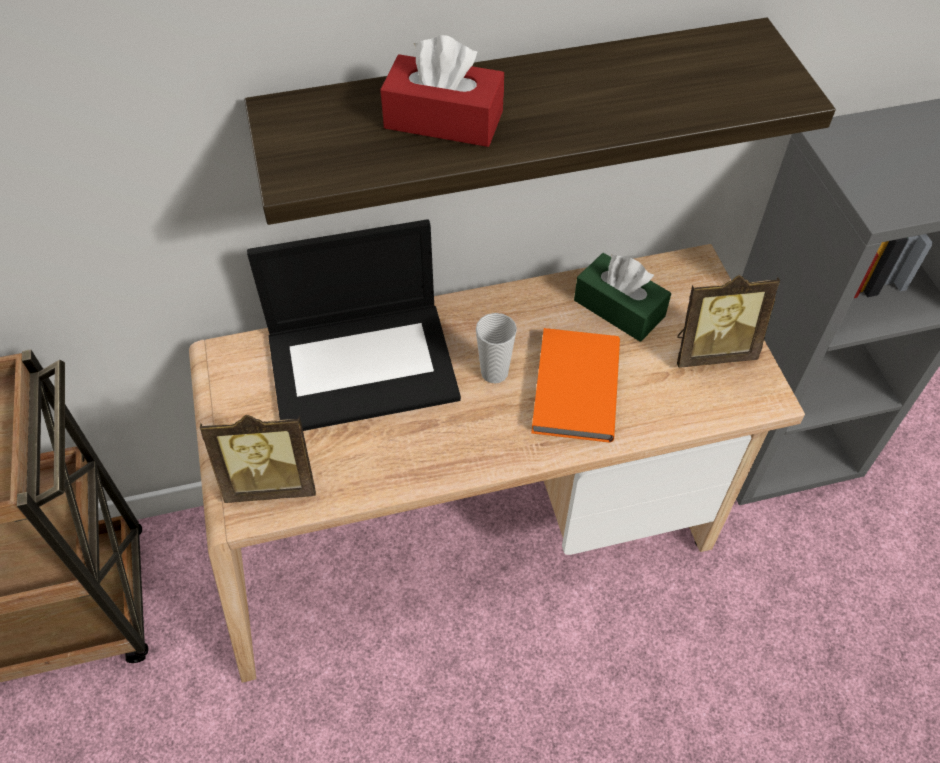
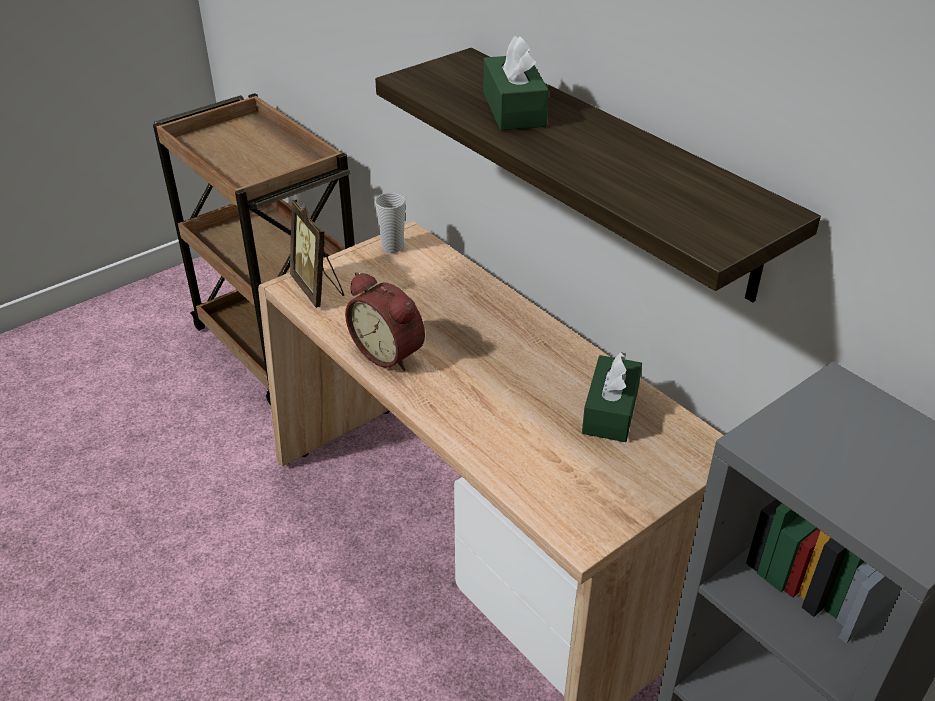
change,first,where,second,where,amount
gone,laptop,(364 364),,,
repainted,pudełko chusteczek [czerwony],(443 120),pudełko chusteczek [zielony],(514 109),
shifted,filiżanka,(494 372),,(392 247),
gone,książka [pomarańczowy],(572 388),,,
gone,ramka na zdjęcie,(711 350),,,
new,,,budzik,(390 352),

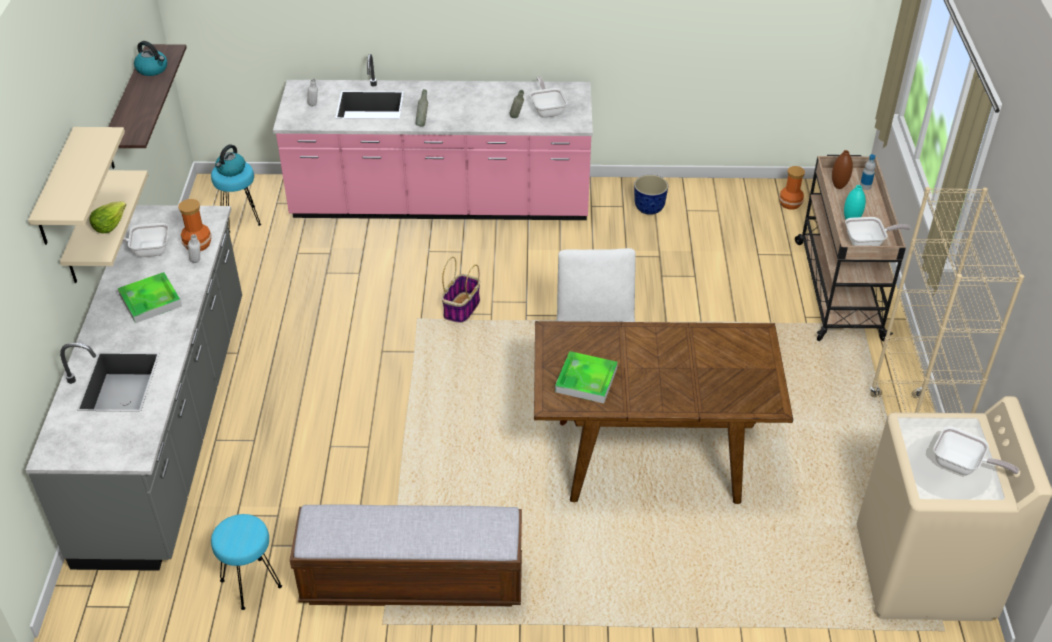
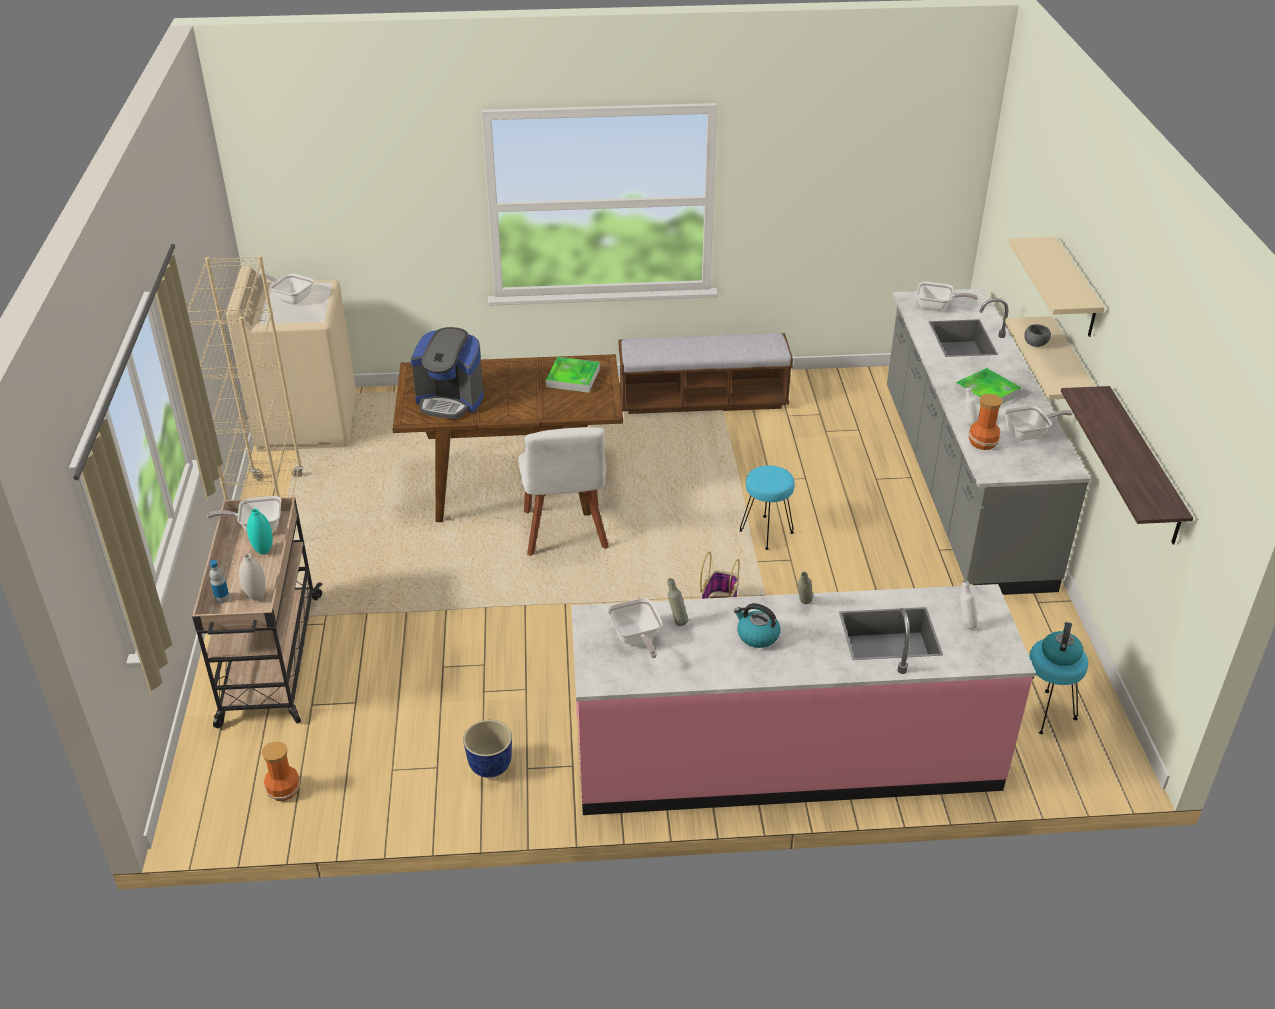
change,first,where,second,where,amount
swapped,sałata,(109 225),miska [szary],(1036 344),
shifted,czajnik,(153 69),,(757 636),
shifted,stołek [turkusowy],(251 583),,(766 533),
repainted,wazon [brązowy],(838 186),wazon [biały],(256 596),
new,,,ekspres do kawy,(450 401),
new,,,patelnia,(937 307),

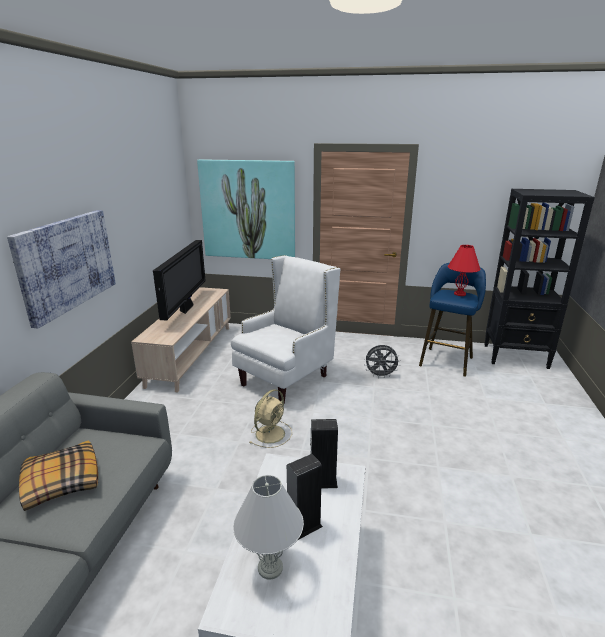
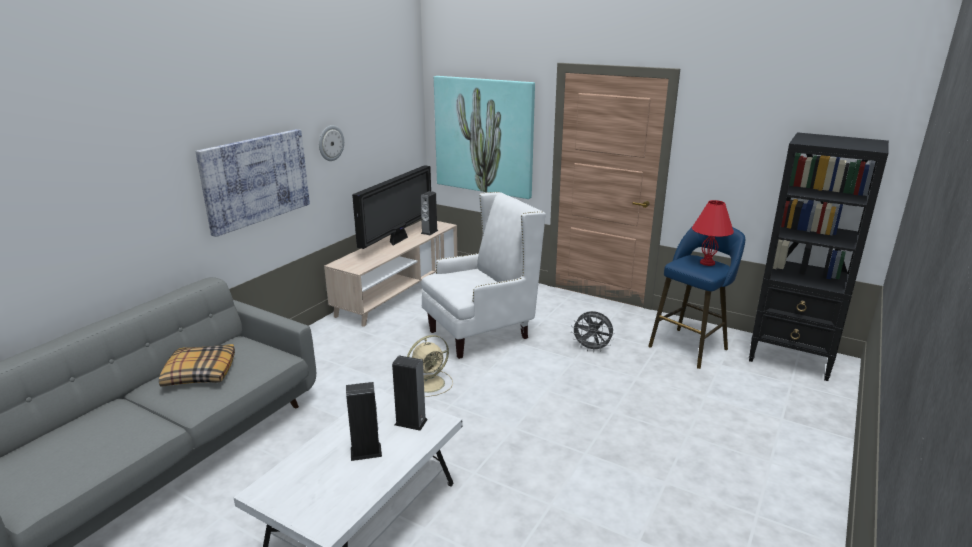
change,first,where,second,where,amount
gone,lampa stołowa [biały],(269 568),,,
new,,,zegar ścienny,(330 143),
new,,,głośnik,(429 232),

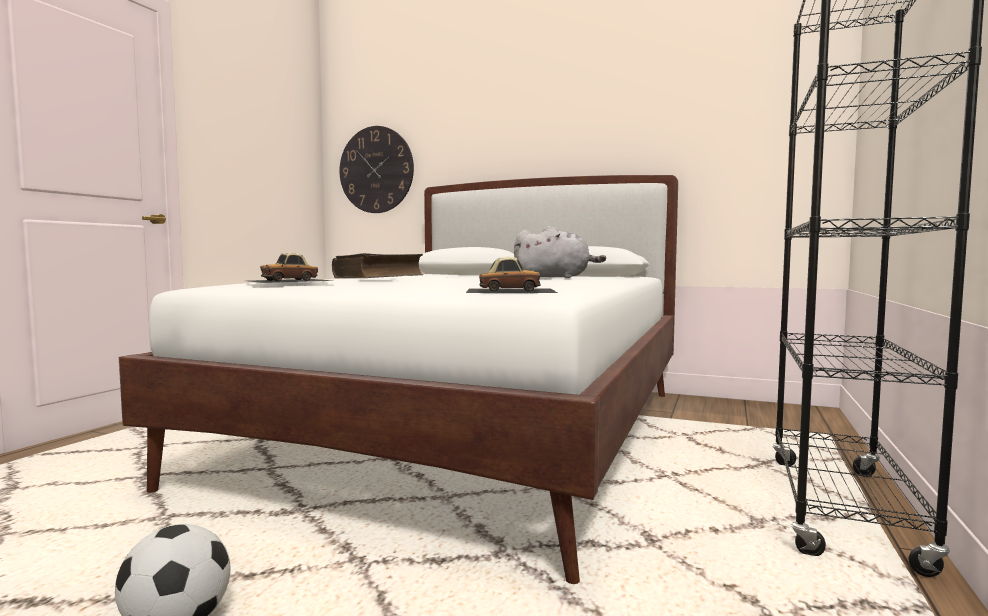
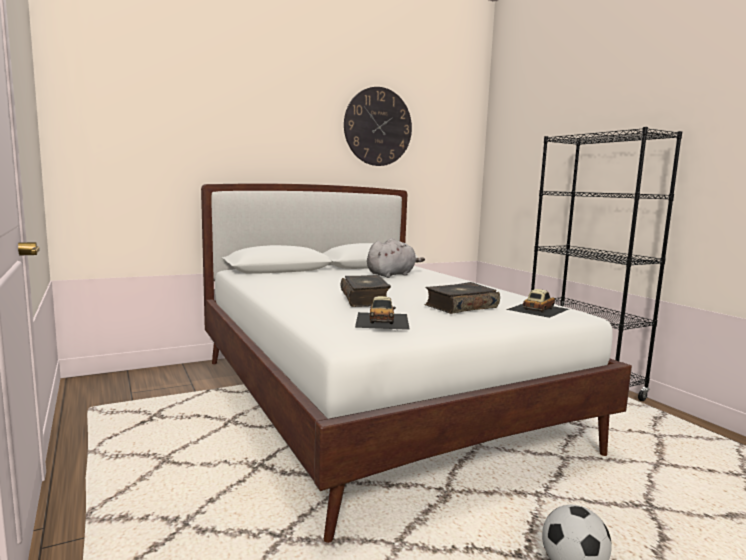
change,first,where,second,where,amount
shifted,zegar ścienny,(376 170),,(378 127),
new,,,książka,(460 307),

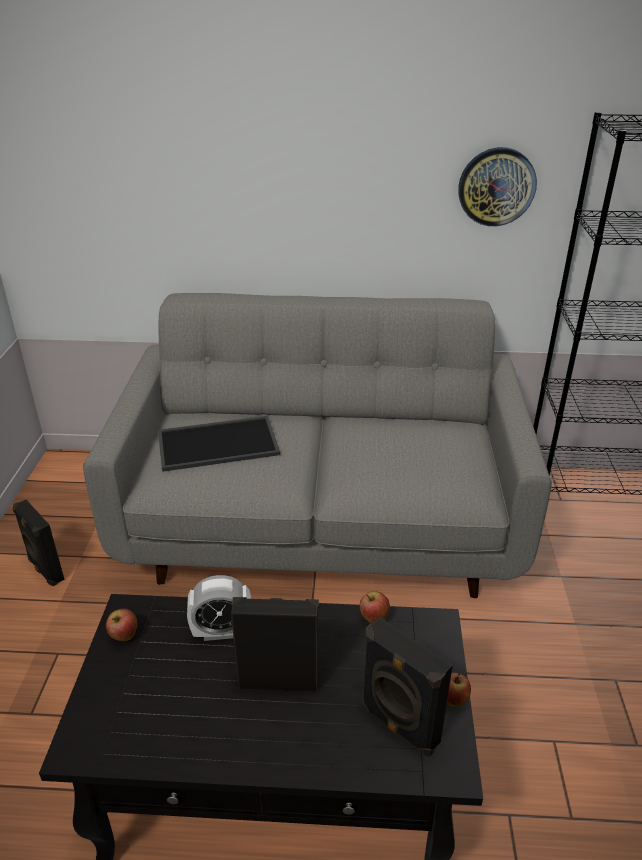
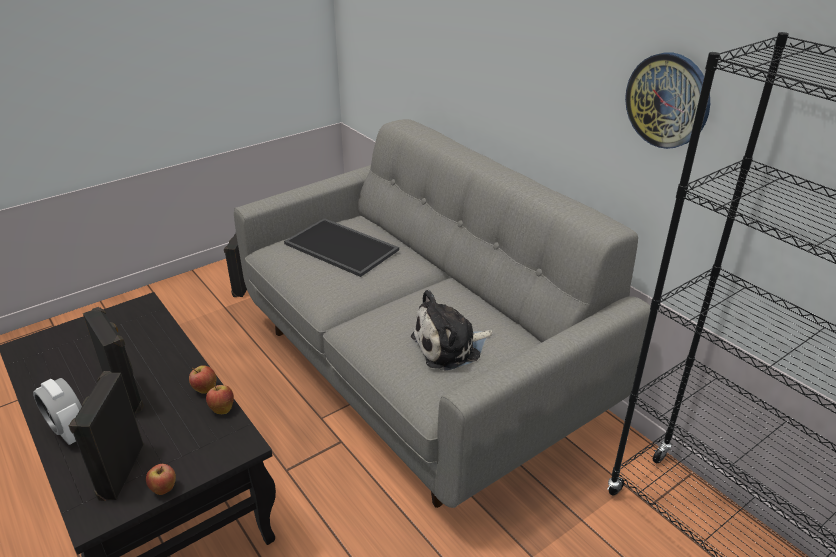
change,first,where,second,where,amount
shifted,jabłko,(124 636),,(205 389),
shifted,budzik,(222 631),,(69 432),
new,,,pluszak,(450 346),

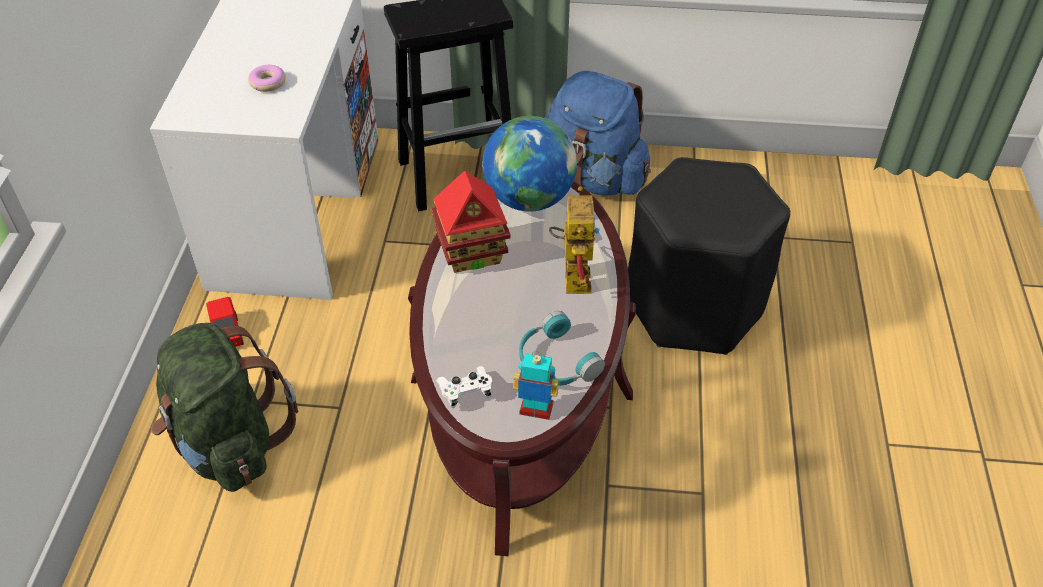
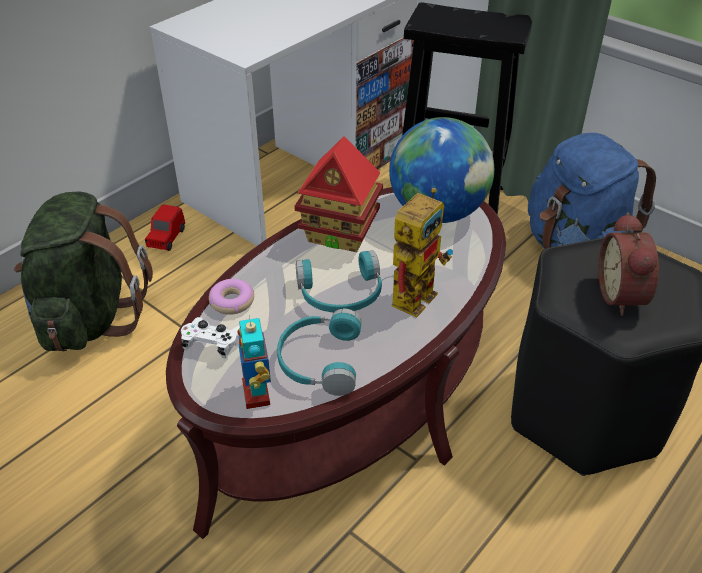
change,first,where,second,where,amount
shifted,donut,(267 83),,(232 301),
rotated,robot zabawkowy,(536 410),,(257 393),150 degrees counterclockwise
new,,,słuchawki [turkusowy],(341 295),
new,,,budzik,(623 295),

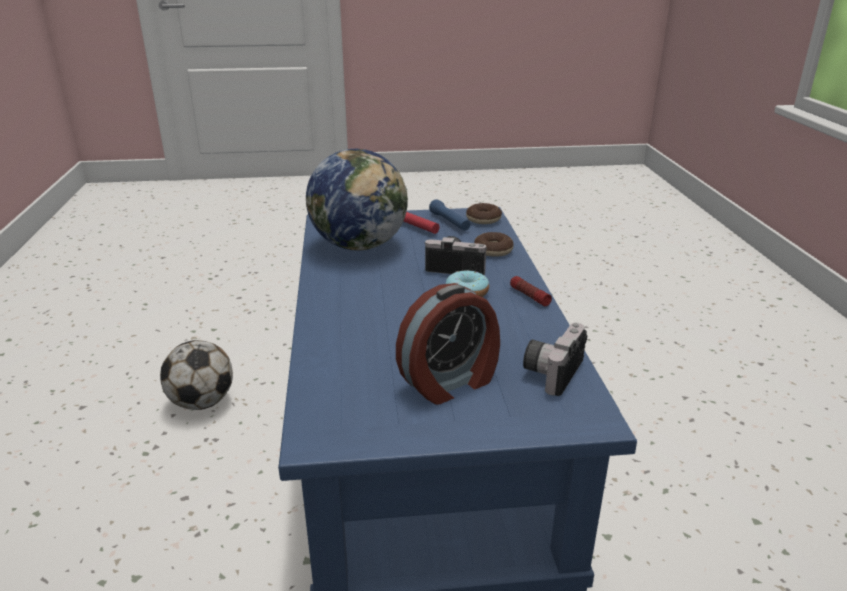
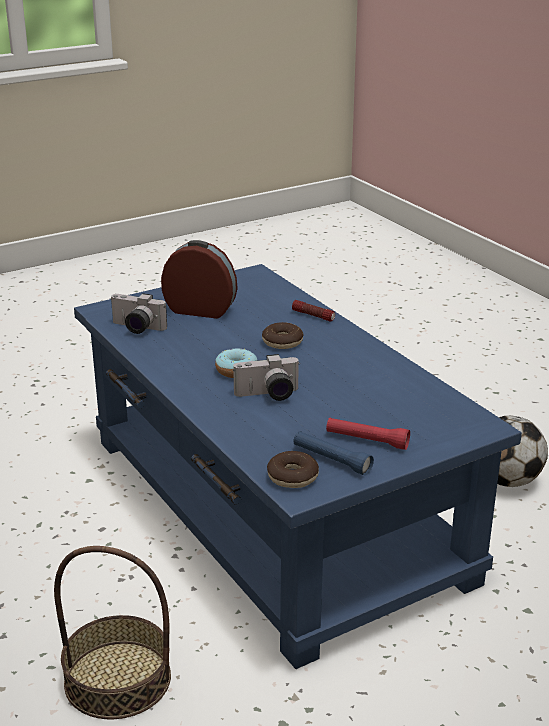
change,first,where,second,where,amount
gone,globus,(360 245),,,
rotated,budzik,(450 382),,(201 309),75 degrees clockwise
shifted,donut,(493 250),,(282 342),
shifted,latarka,(529 296),,(313 316),
rotated,aparat fotograficzny,(551 371),,(136 328),105 degrees clockwise
new,,,koszyk,(117 679),

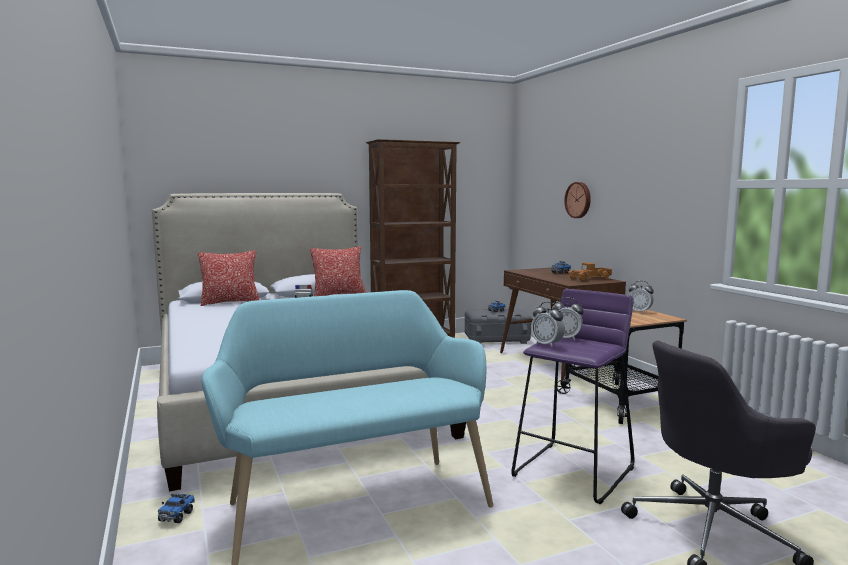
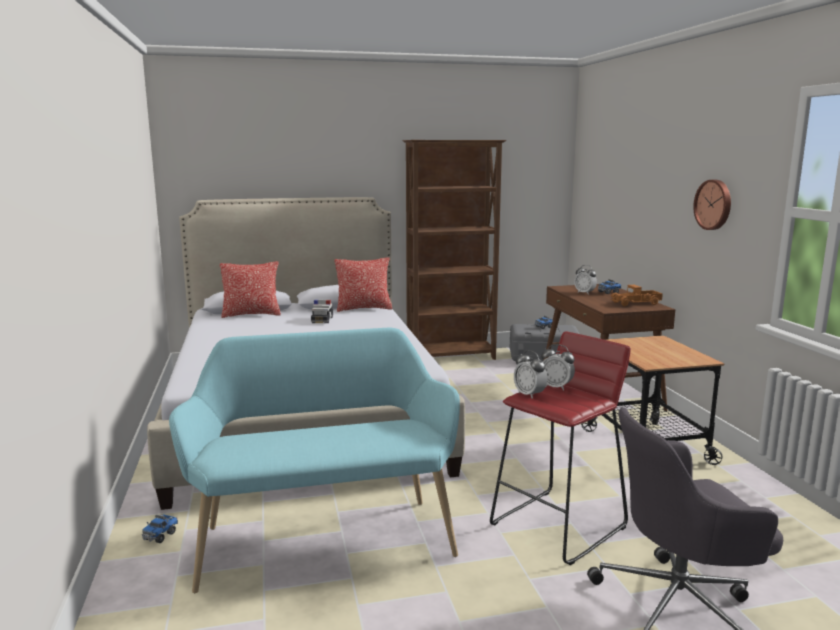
change,first,where,second,where,amount
repainted,stołek [fioletowy],(574 471),stołek [czerwony],(559 525),
shifted,zegar ścienny,(579 200),,(714 204),
shifted,budzik,(639 312),,(584 293),

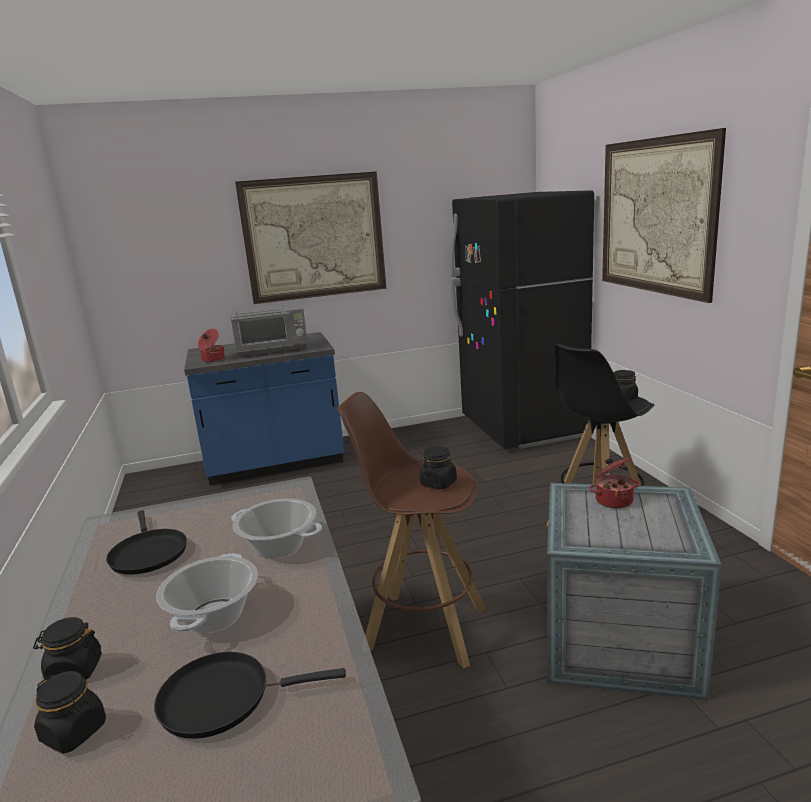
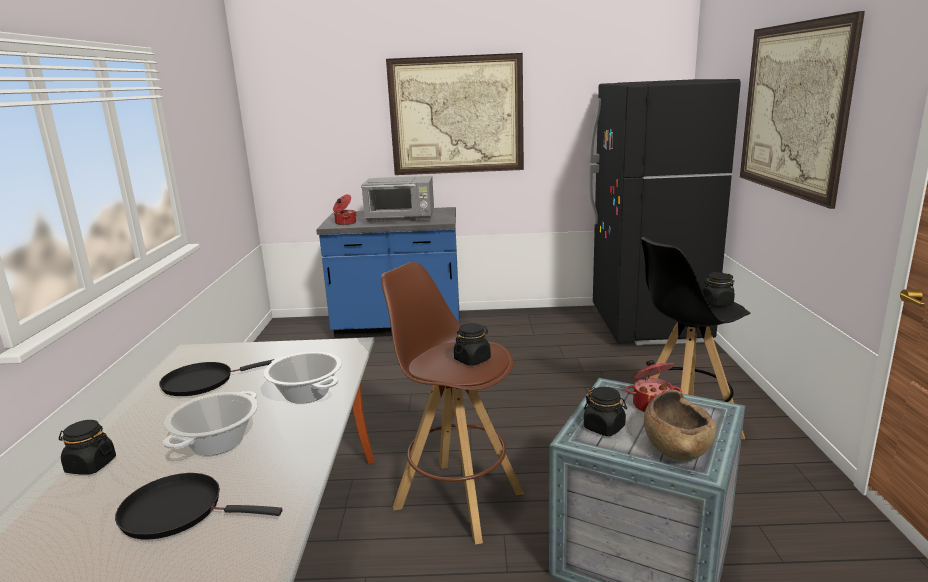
change,first,where,second,where,amount
shifted,słoik [czarny],(74 732),,(604 427),
rotated,patelnia [czarny],(148 553),,(203 382),75 degrees clockwise
new,,,miska [brązowy],(677 444),

